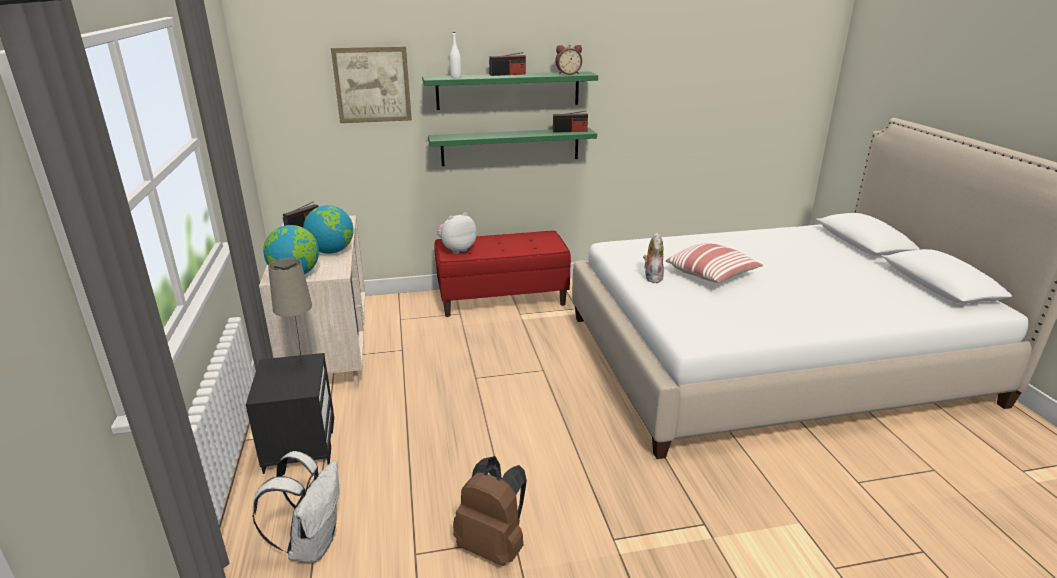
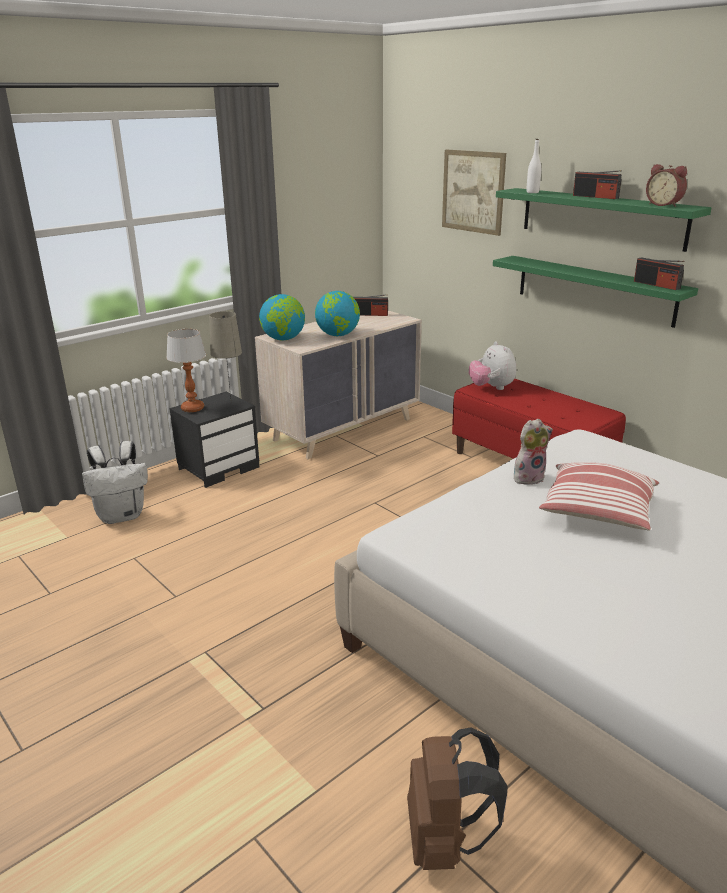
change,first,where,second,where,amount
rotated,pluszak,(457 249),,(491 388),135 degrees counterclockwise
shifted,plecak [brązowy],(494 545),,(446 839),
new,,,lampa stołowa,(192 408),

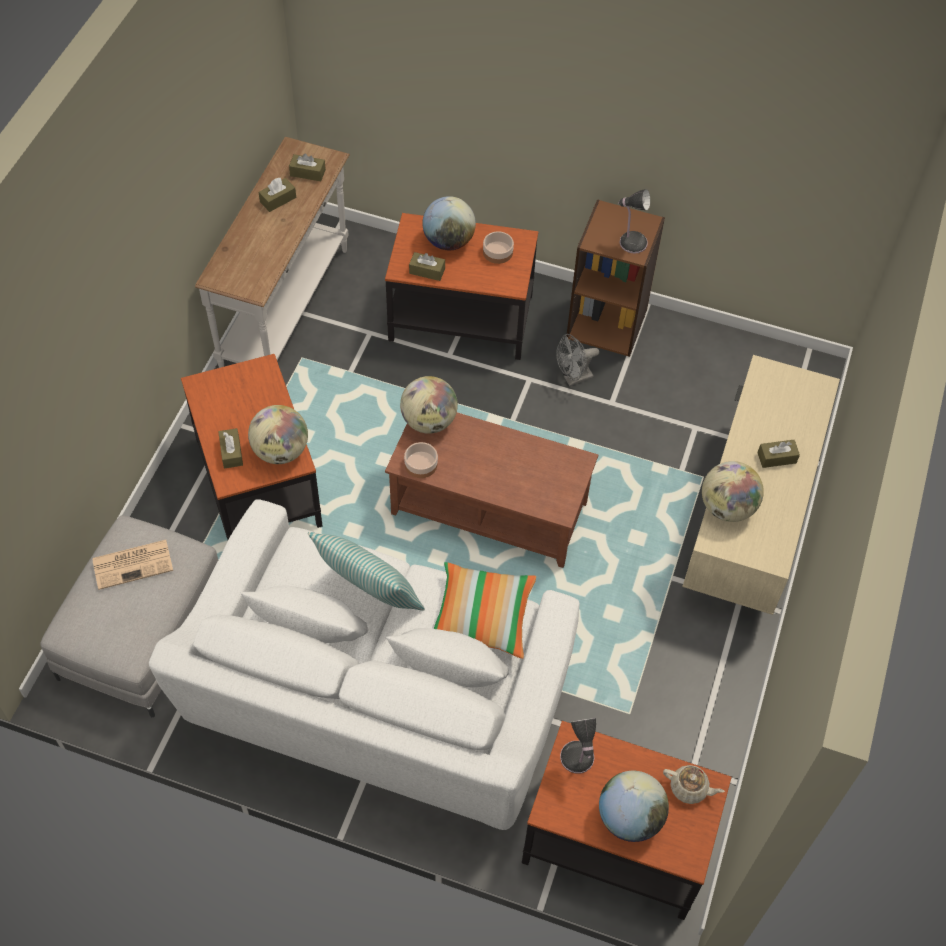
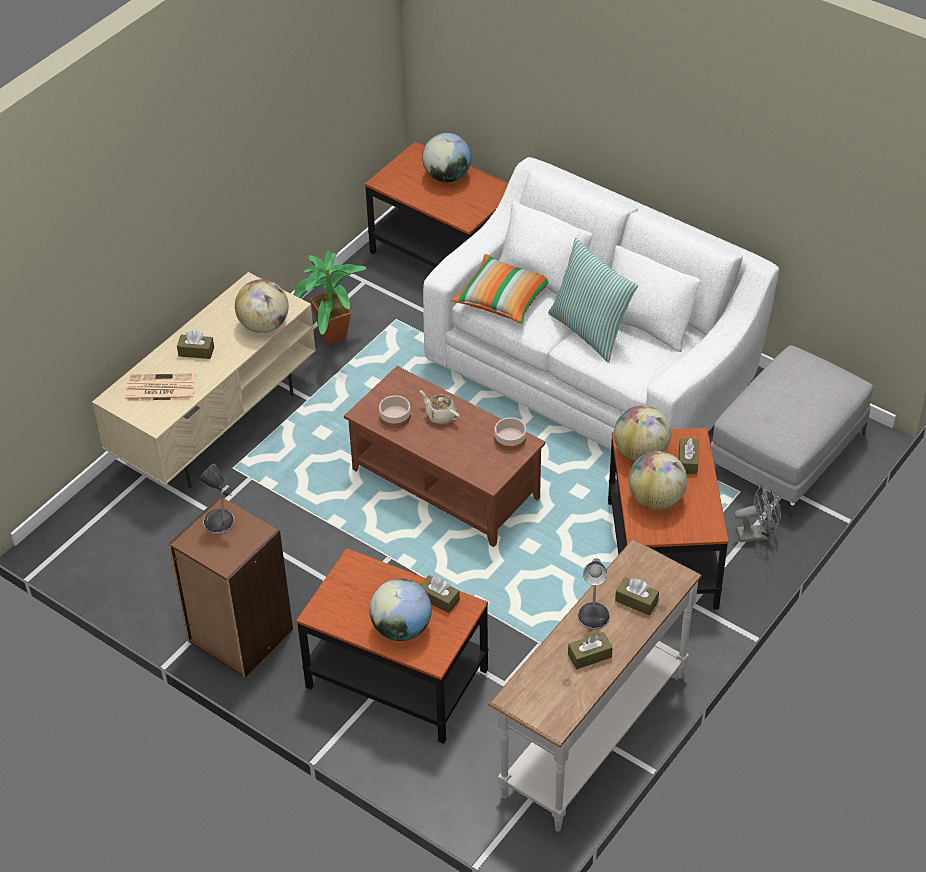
change,first,where,second,where,amount
shifted,gazeta,(134 564),,(159 389),
shifted,pudełko chusteczek [brązowy],(307 173),,(636 601),
shifted,globus,(429 421),,(656 499),
shifted,miska,(498 252),,(394 417),
shifted,wentylator [szary],(573 378),,(757 534),
shifted,lampa stołowa,(577 759),,(594 614),
shifted,imbryk [beżowy],(689 788),,(440 415),
new,,,roślina doniczkowa,(332 341),

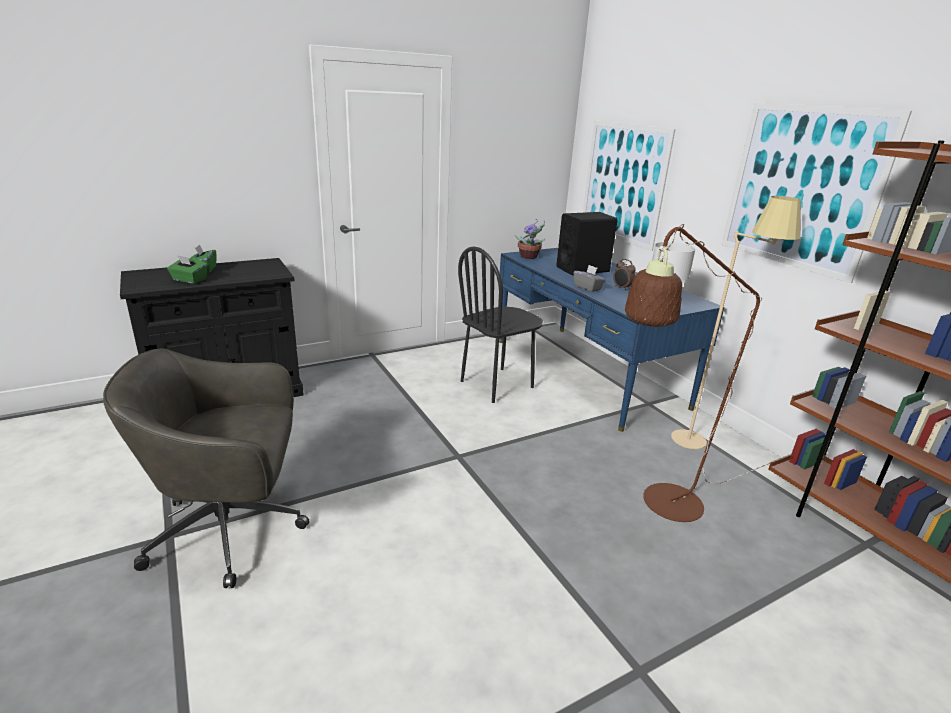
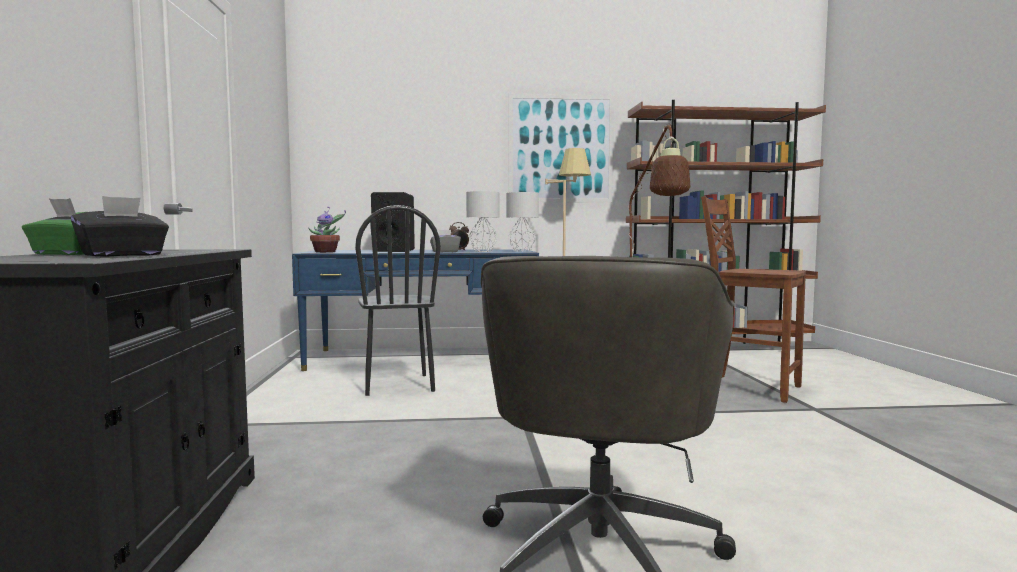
change,first,where,second,where,amount
repainted,pudełko chusteczek [zielony],(189 280),pudełko chusteczek [czarny],(123 255),
gone,obraz,(623 183),,,
new,,,lampa stołowa [szary],(483 251),
new,,,krzesło [brązowy],(748 387),

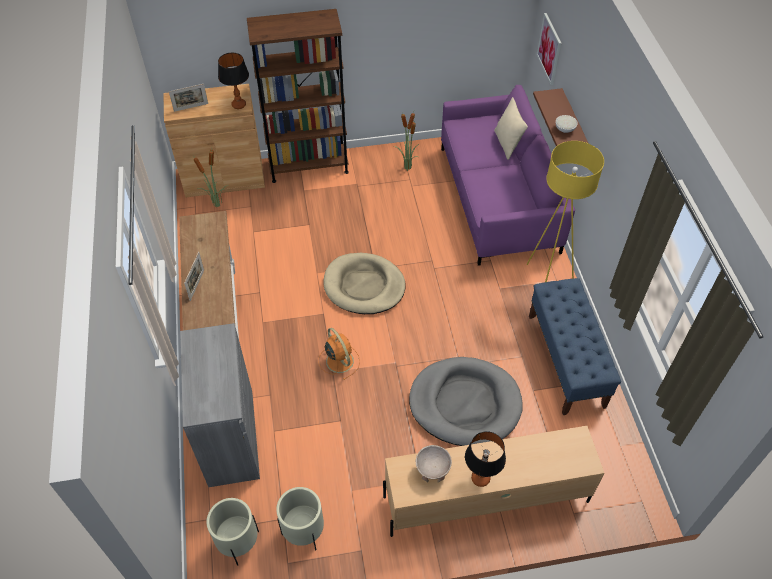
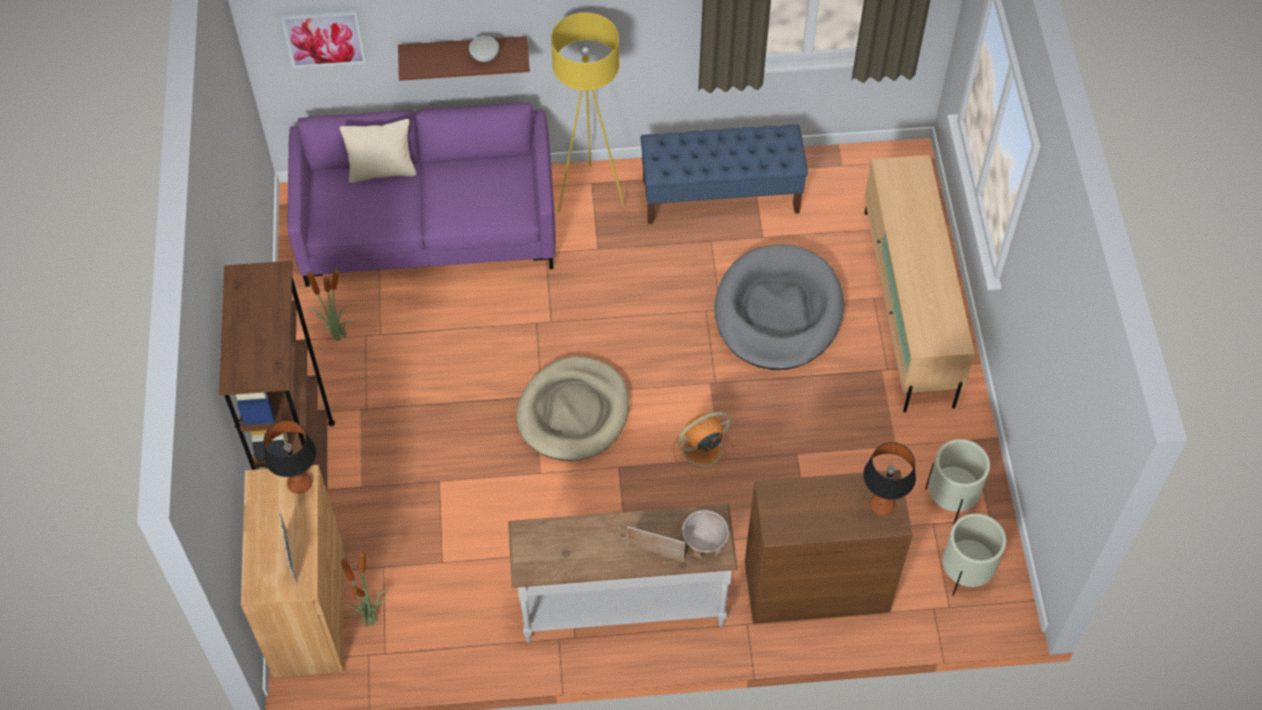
change,first,where,second,where,amount
repainted,szafka [szary],(231 437),szafka [brązowy],(816 586),
shifted,miska [beżowy],(432 470),,(704 542),
shifted,lampa stołowa,(480 478),,(882 505),

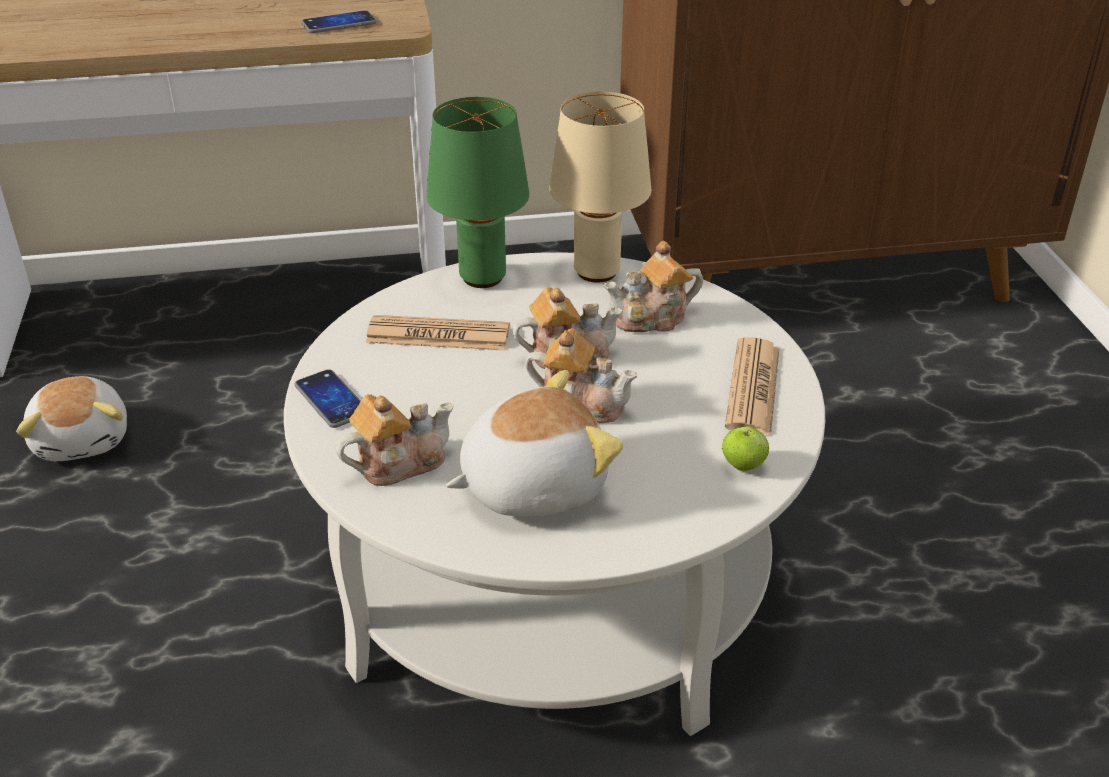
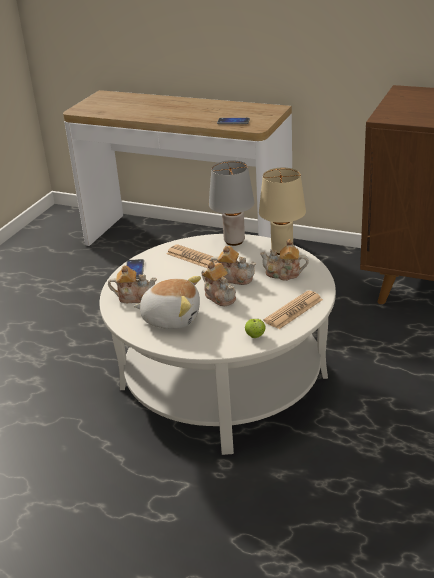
change,first,where,second,where,amount
gone,pluszak,(84 439),,,
repainted,lampa stołowa [zielony],(483 278),lampa stołowa [szary],(234 241),

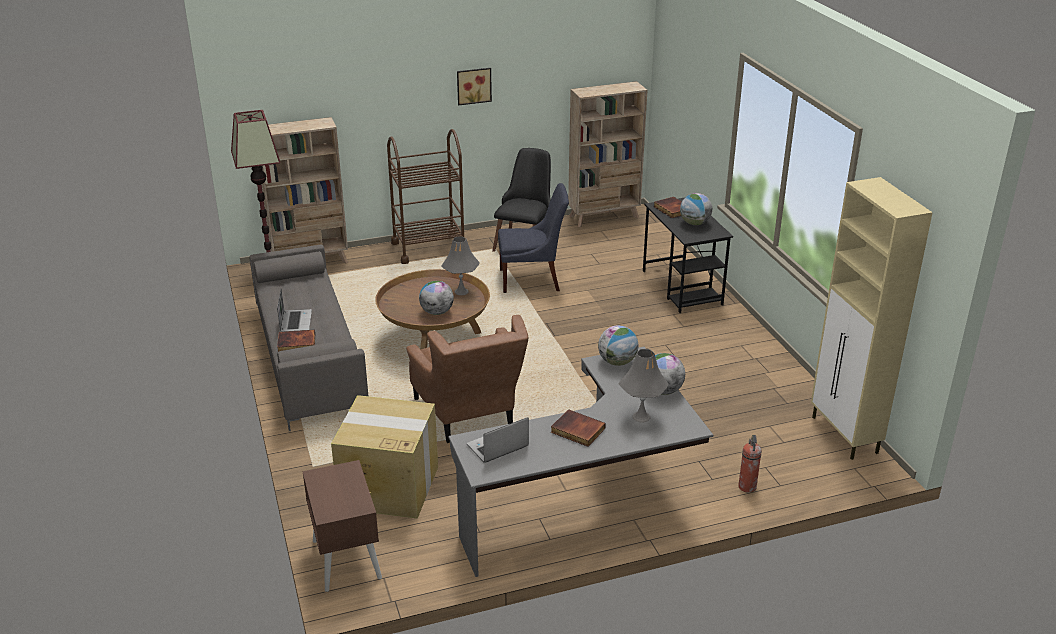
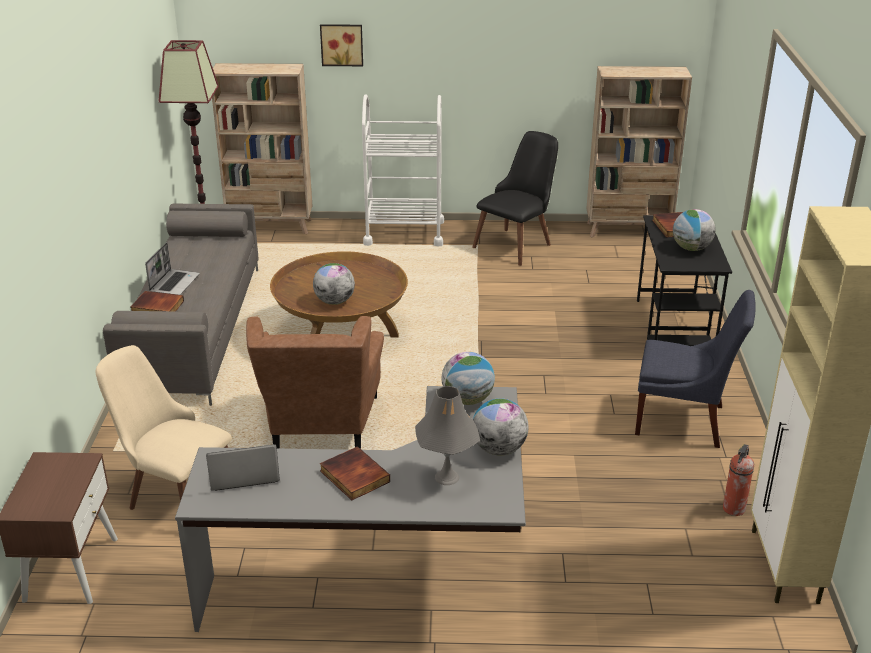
change,first,where,second,where,amount
swapped,karton,(388 487),krzesło [beżowy],(175 494),
repainted,wózek [brązowy],(429 248),wózek [biały],(404 233),
gone,lampa stołowa [szary],(461 291),,,
shifted,obraz,(473 85),,(342 44),
shifted,krzesło [niebieski],(532 280),,(684 421),
shifted,gaśnica,(747 487),,(733 509),

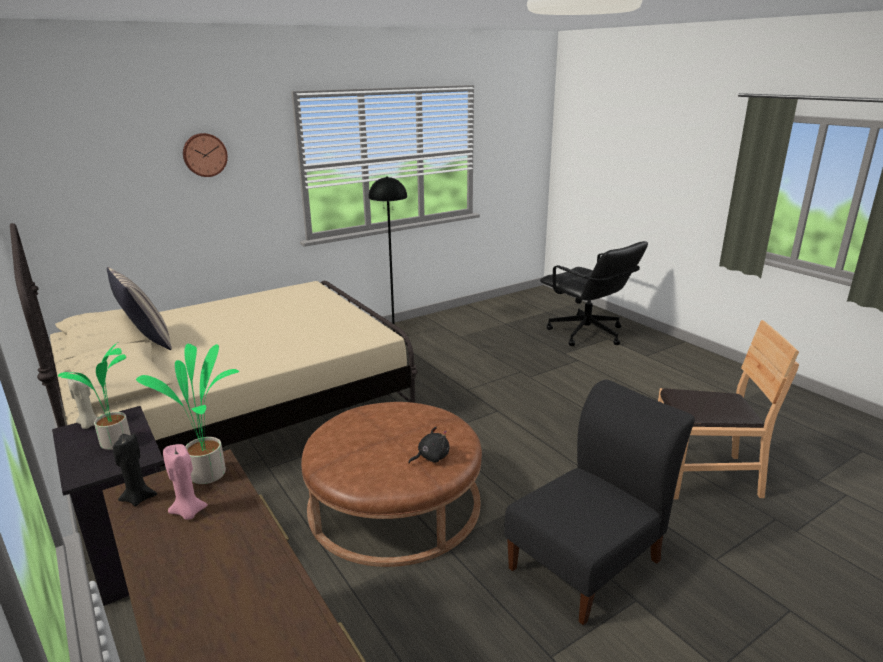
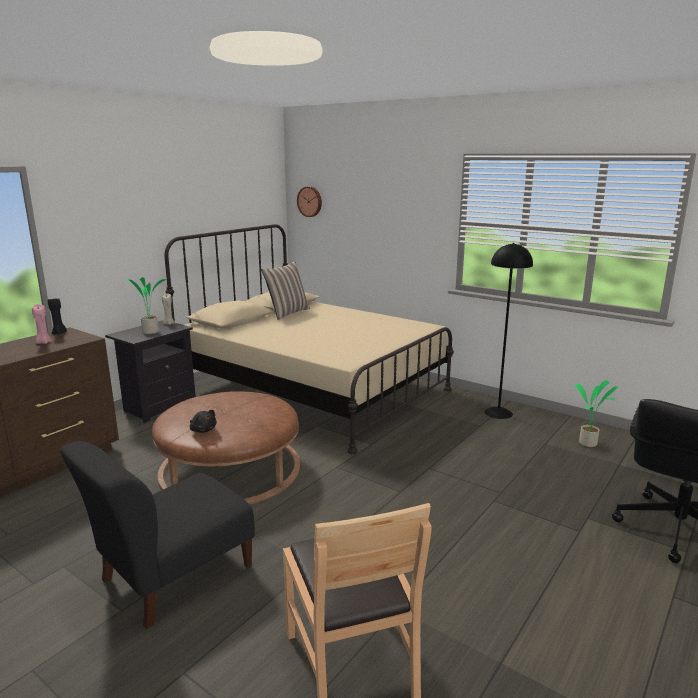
change,first,where,second,where,amount
shifted,roślina doniczkowa,(210 473),,(589 443),
shifted,zegar ścienny,(204 155),,(310 201),
rotated,krzesło [czarny],(589 561),,(172 576),105 degrees clockwise

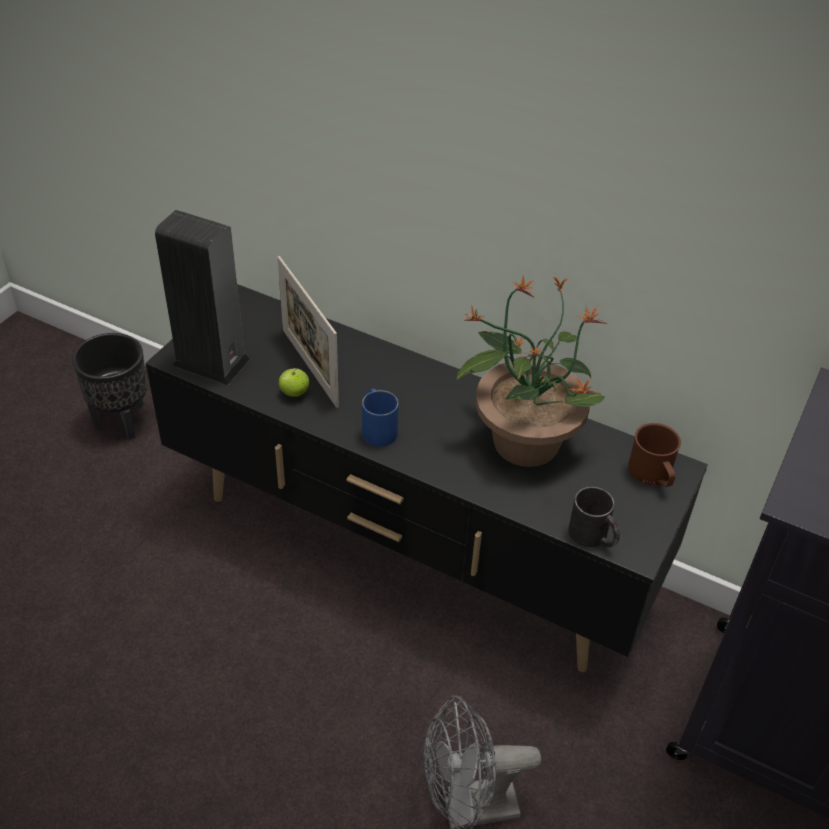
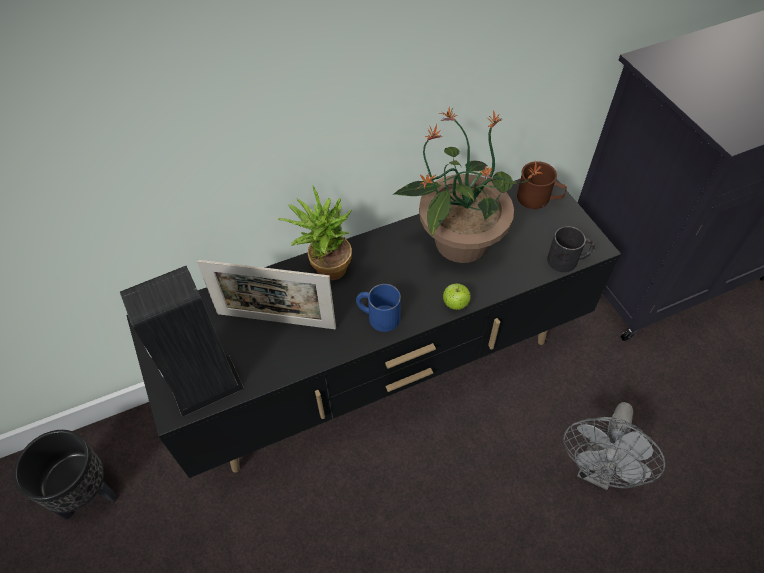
change,first,where,second,where,amount
shifted,jabłko,(294 393),,(455 304),
new,,,roślina doniczkowa,(324 268),

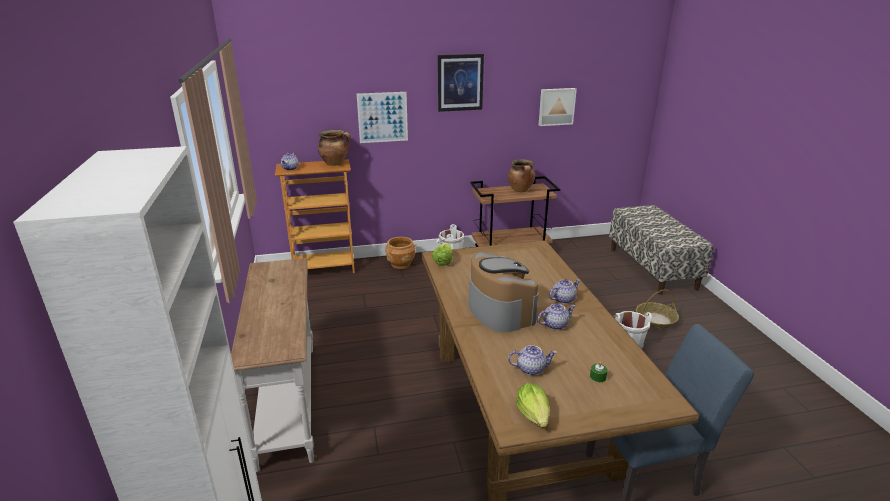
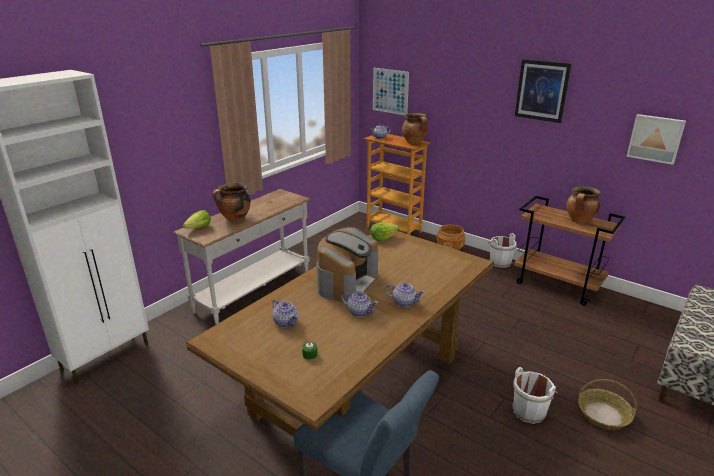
change,first,where,second,where,amount
shifted,obraz,(382 117),,(390 91),
shifted,sałata,(534 415),,(199 228),
new,,,garnek,(234 219),

